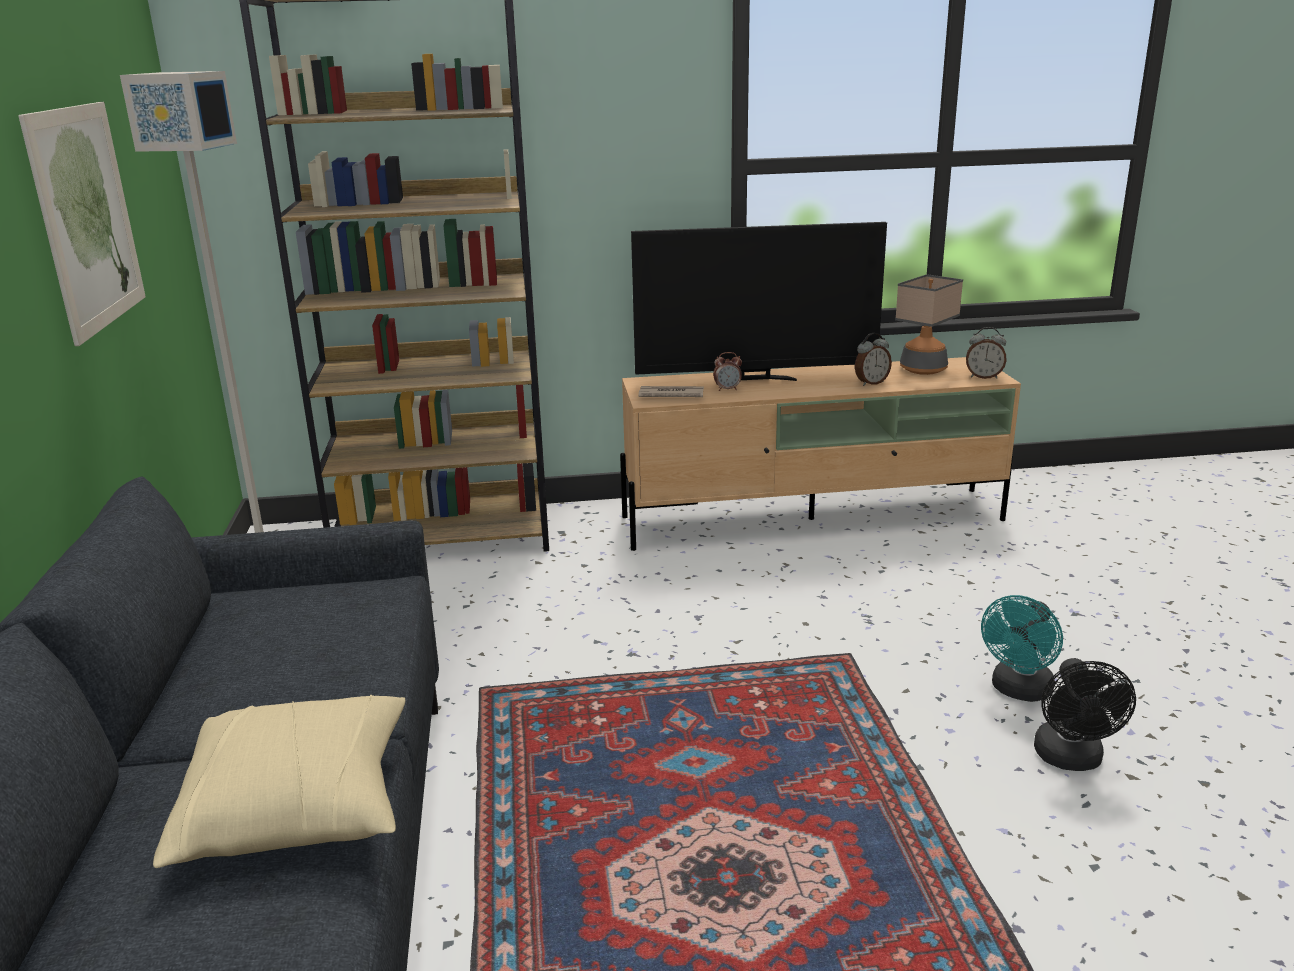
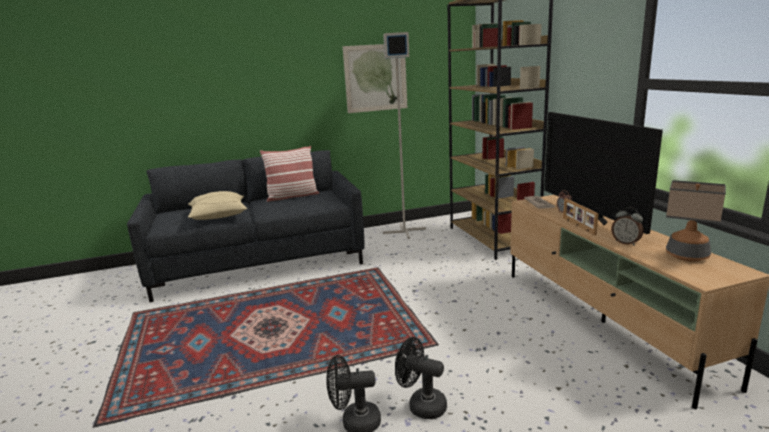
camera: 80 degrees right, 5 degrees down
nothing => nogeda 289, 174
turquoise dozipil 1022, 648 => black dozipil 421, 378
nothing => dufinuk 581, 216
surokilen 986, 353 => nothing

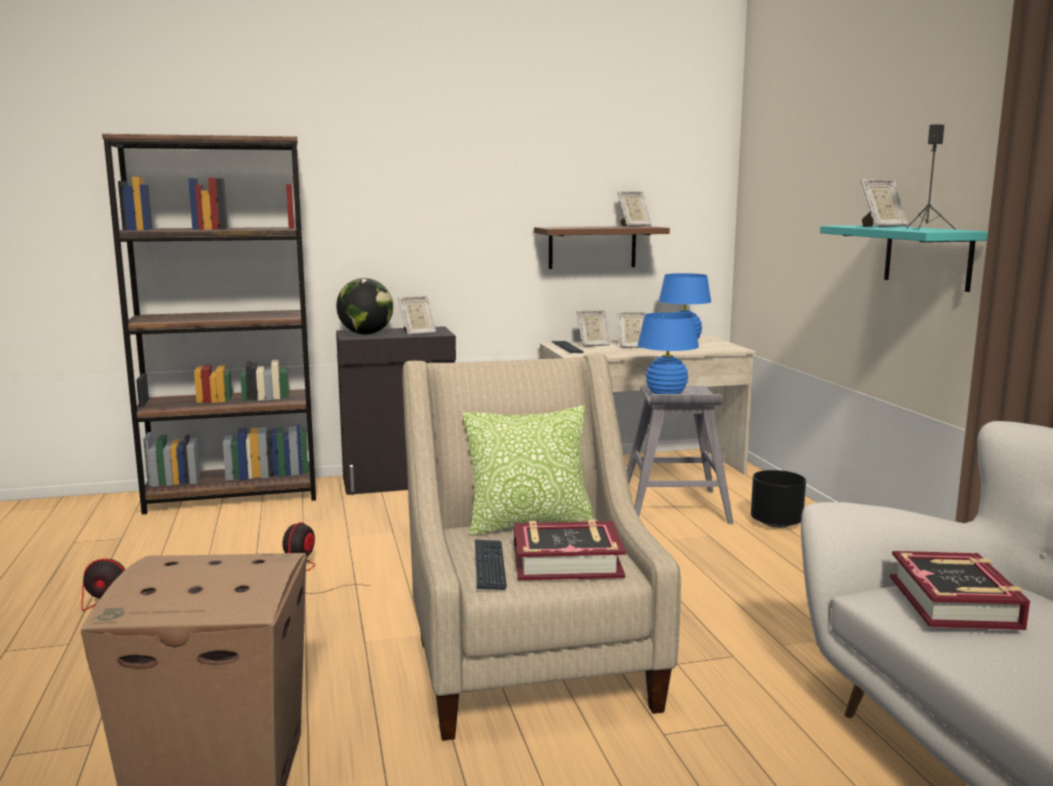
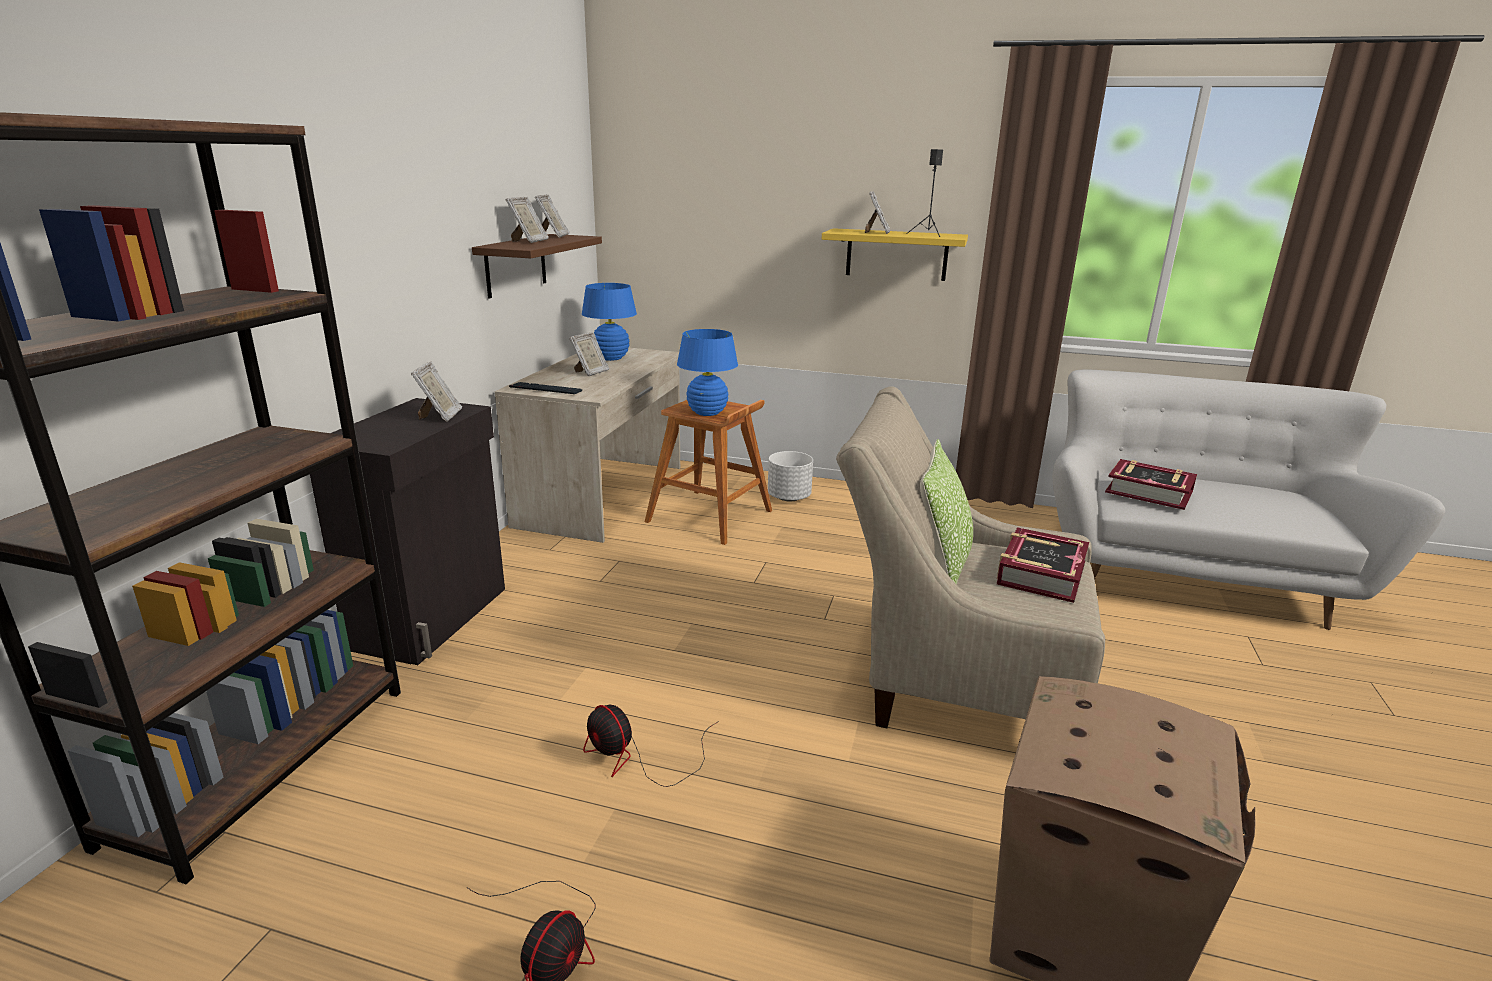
camera: 60 degrees left, 10 degrees up
dufinuk 593, 328 => dufinuk 527, 220, shifted
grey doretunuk 680, 455 => brown doretunuk 708, 472
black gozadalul 778, 499 => white gozadalul 790, 476
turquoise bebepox 904, 258 => yellow bebepox 895, 254
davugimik 364, 306 => nothing
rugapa 491, 564 => nothing

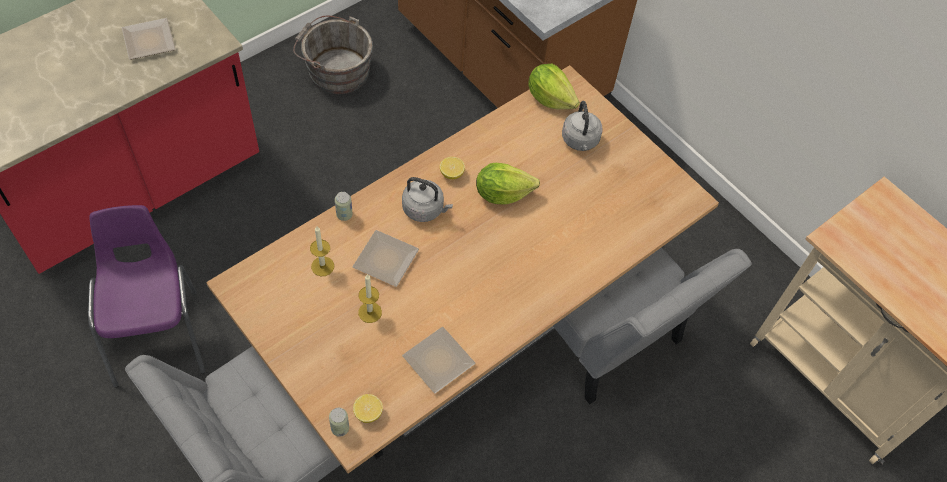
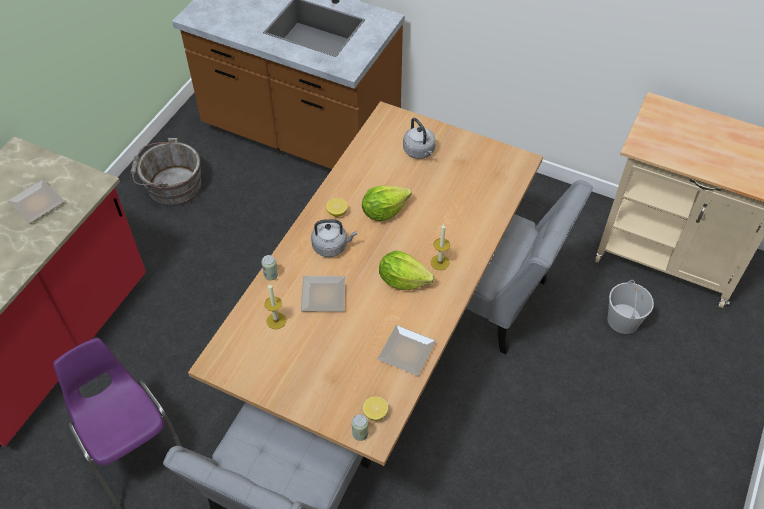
camera: 20 degrees left, 5 degrees down
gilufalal 554, 86 => gilufalal 407, 270, shifted
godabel 370, 298 => godabel 440, 247, shifted
nothing => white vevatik 630, 307

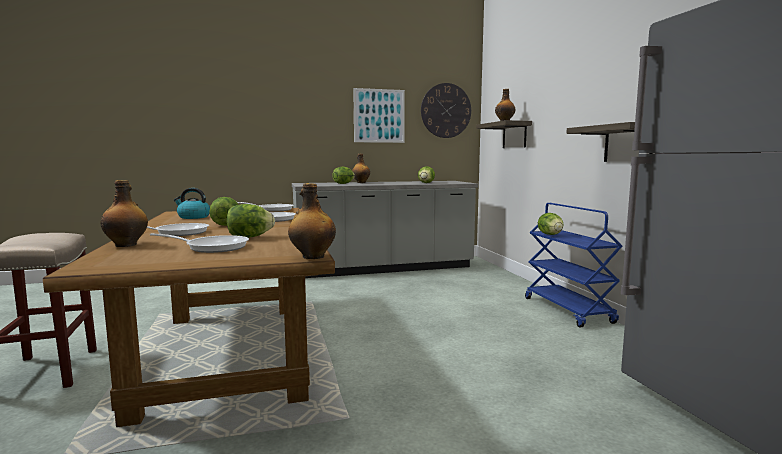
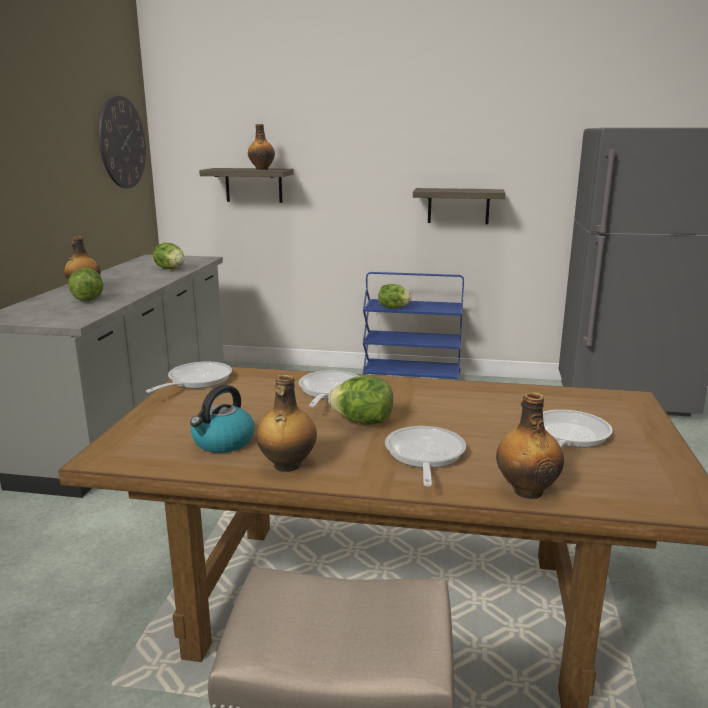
camera: 65 degrees left, 10 degrees up
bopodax 312, 221 => bopodax 286, 423, shifted
gilufalal 251, 221 => nothing
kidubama 379, 115 => nothing

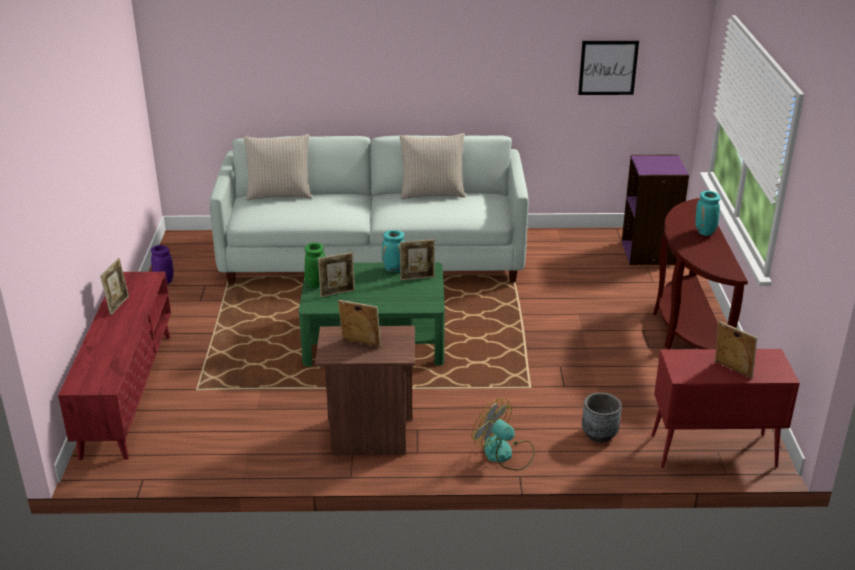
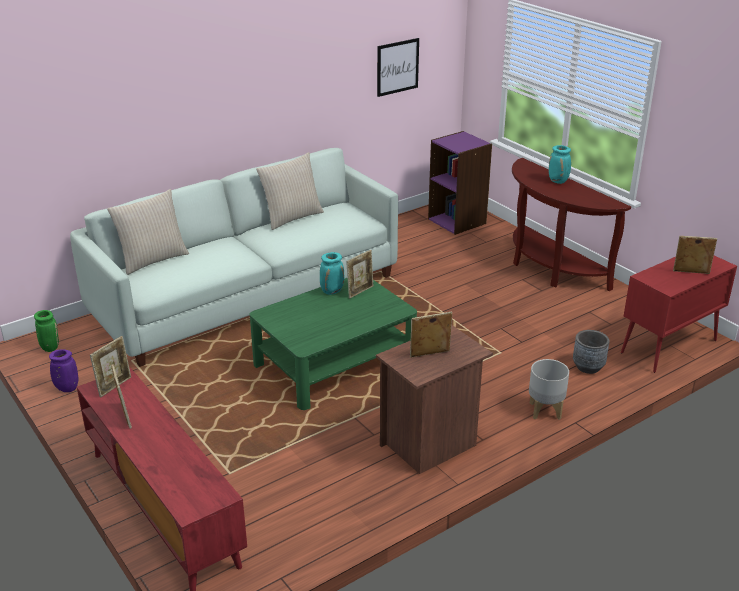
camera: 35 degrees left, 0 degrees up
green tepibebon 315, 265 => green tepibebon 46, 331, shifted
dufinuk 336, 274 => dufinuk 110, 366, shifted
dozipil 503, 434 => grey gozadalul 549, 389

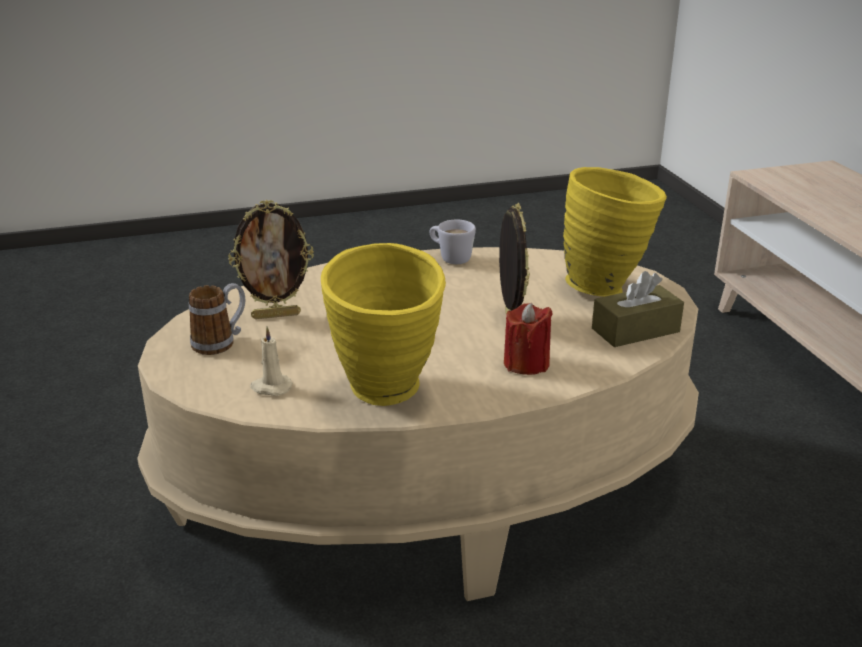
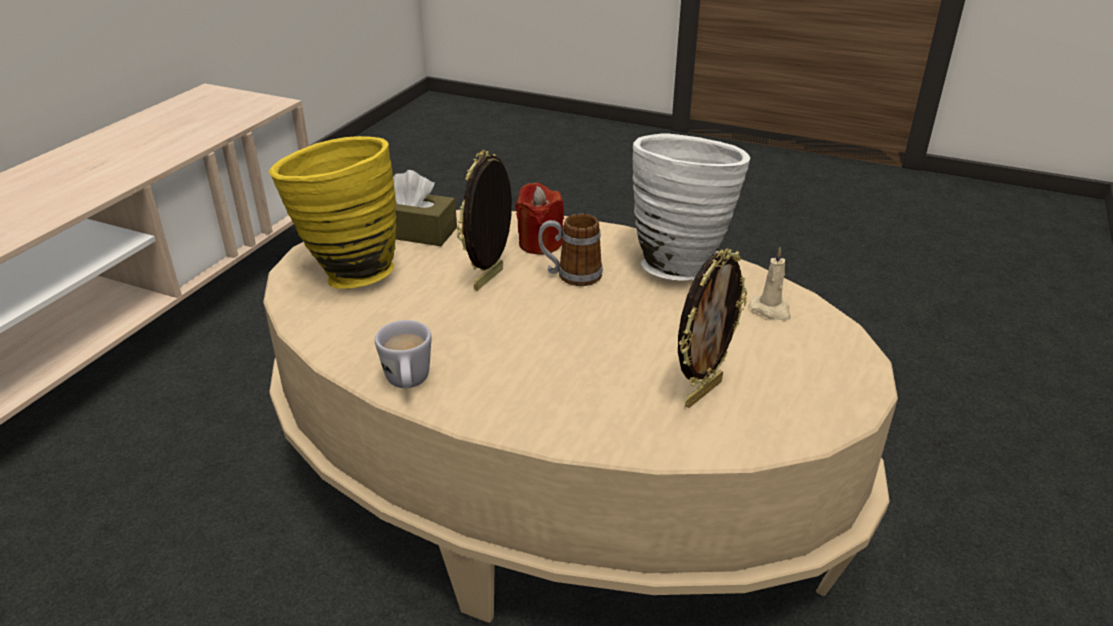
camera: 140 degrees left, 5 degrees up
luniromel 217, 319 => luniromel 570, 249, shifted
yellow tepibebon 383, 324 => white tepibebon 691, 207
dufinuk 271, 259 => dufinuk 712, 328, 105 degrees clockwise

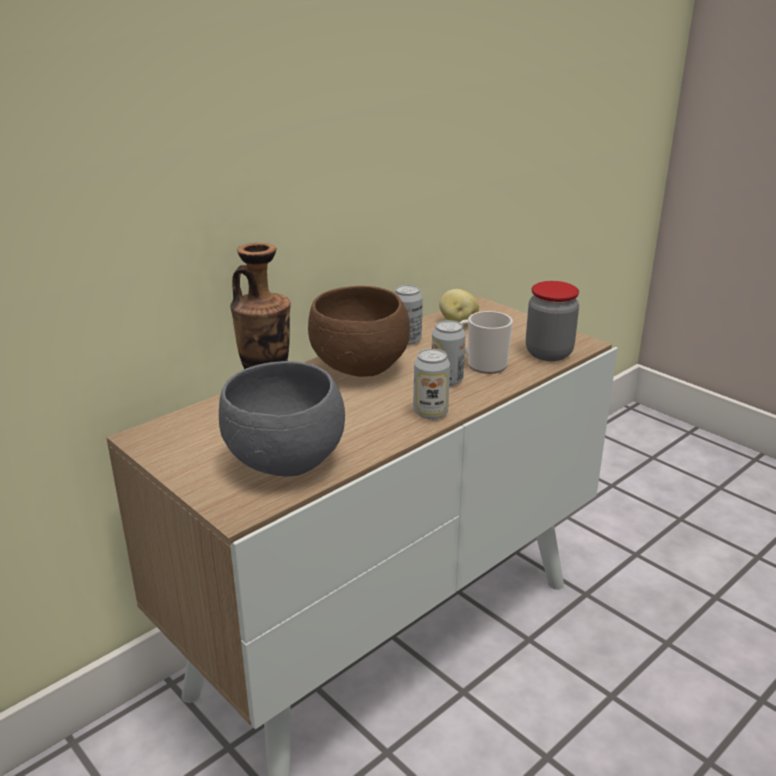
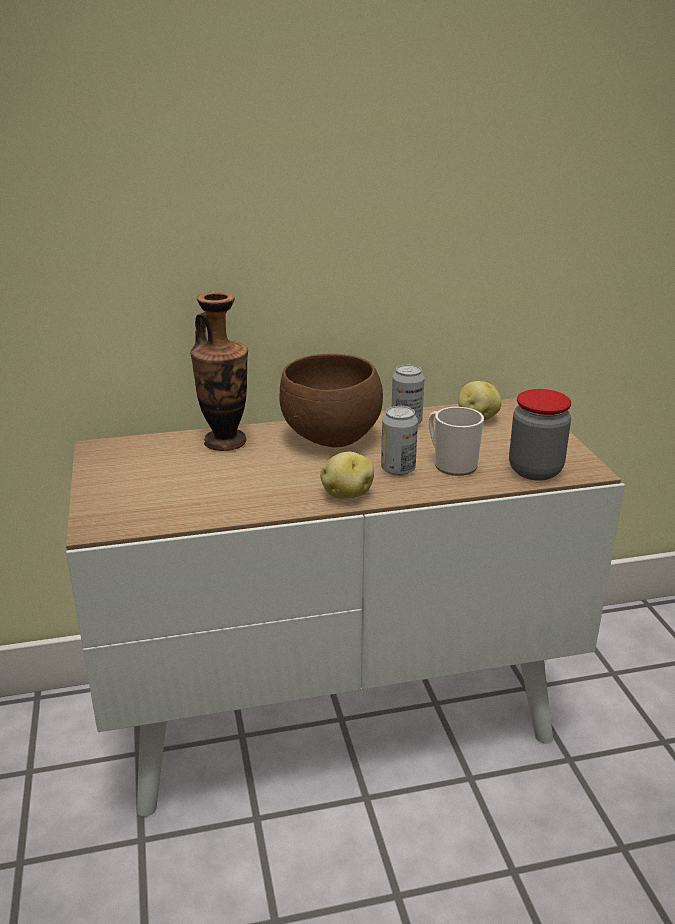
camera: 30 degrees right, 0 degrees up
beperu 431, 384 => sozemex 347, 475
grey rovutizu 282, 419 => nothing

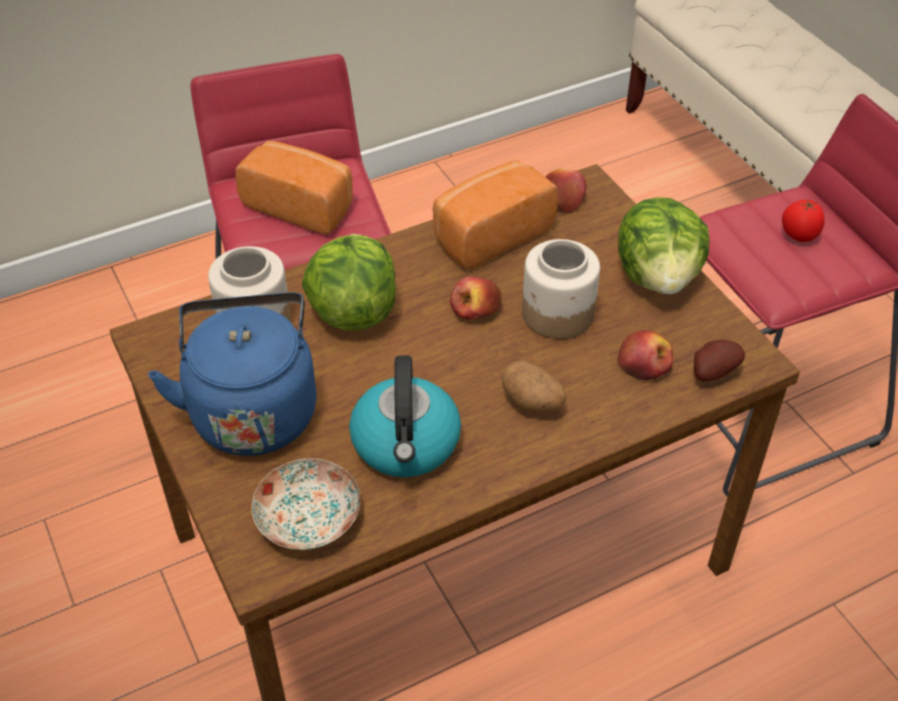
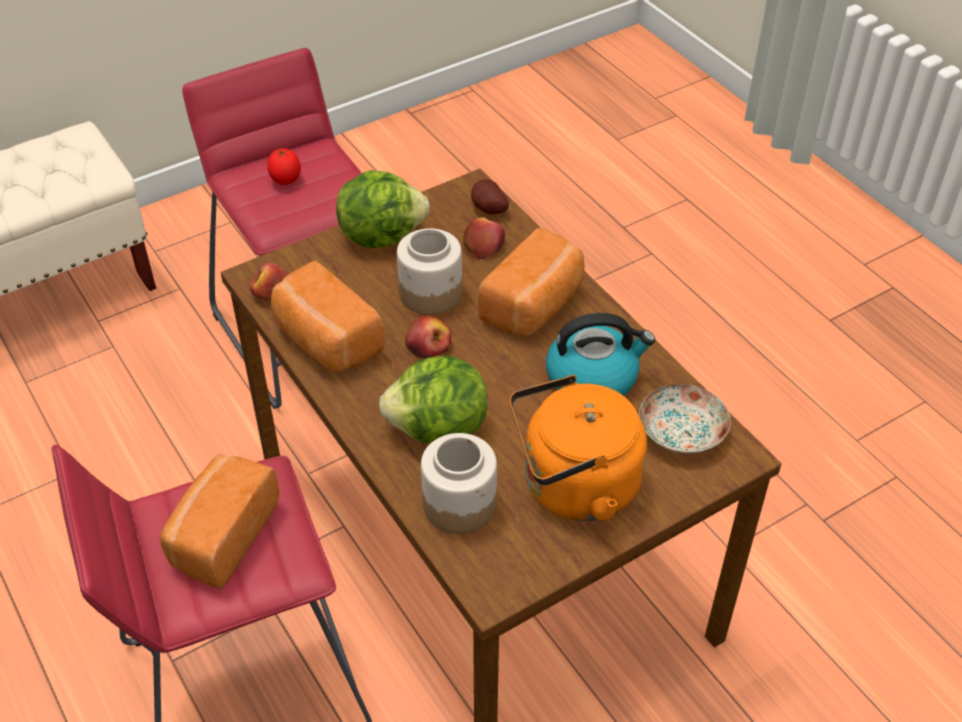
camera: 95 degrees left, 0 degrees up
sozemex 534, 386 => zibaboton 531, 282
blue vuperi 232, 374 => orange vuperi 578, 448

